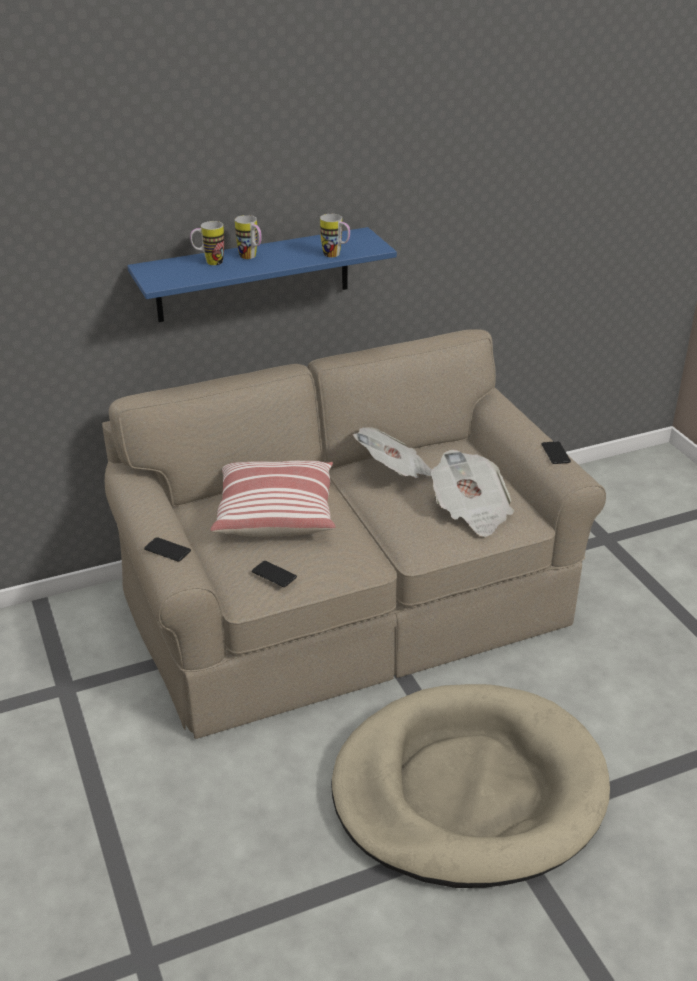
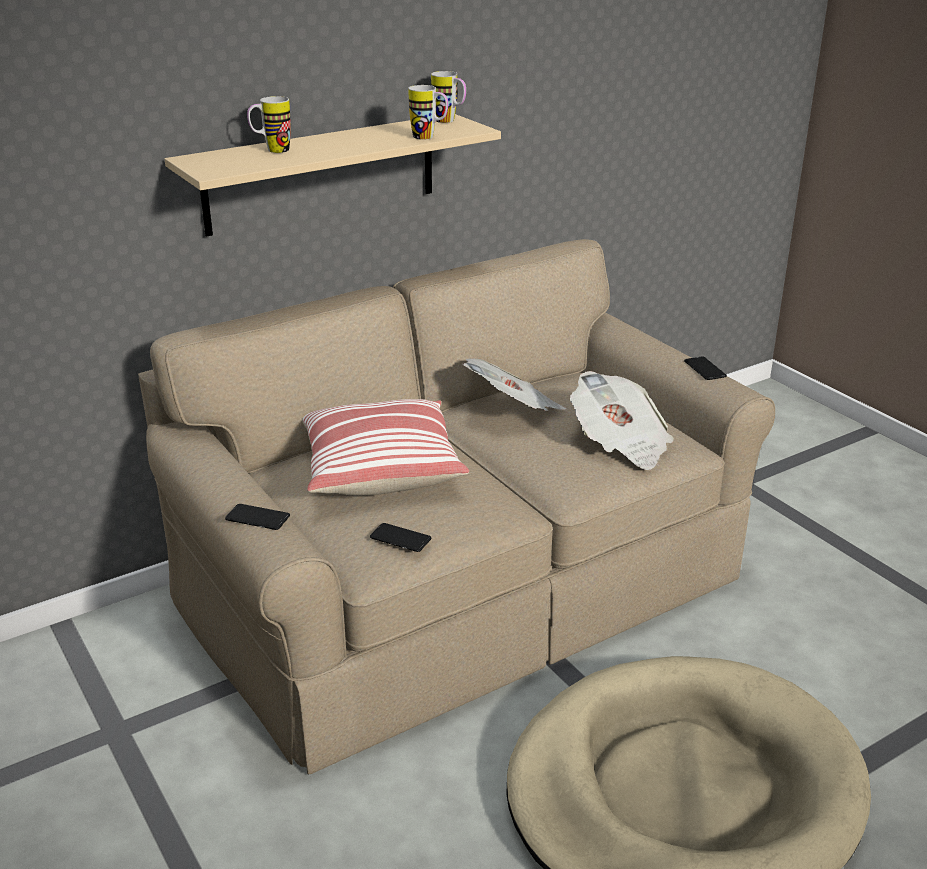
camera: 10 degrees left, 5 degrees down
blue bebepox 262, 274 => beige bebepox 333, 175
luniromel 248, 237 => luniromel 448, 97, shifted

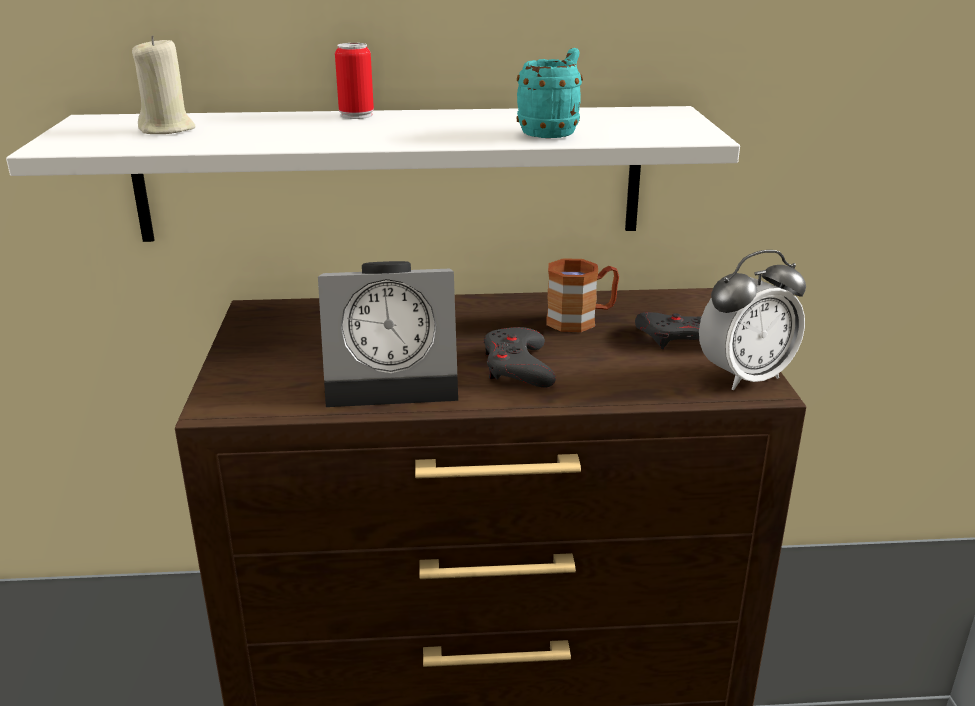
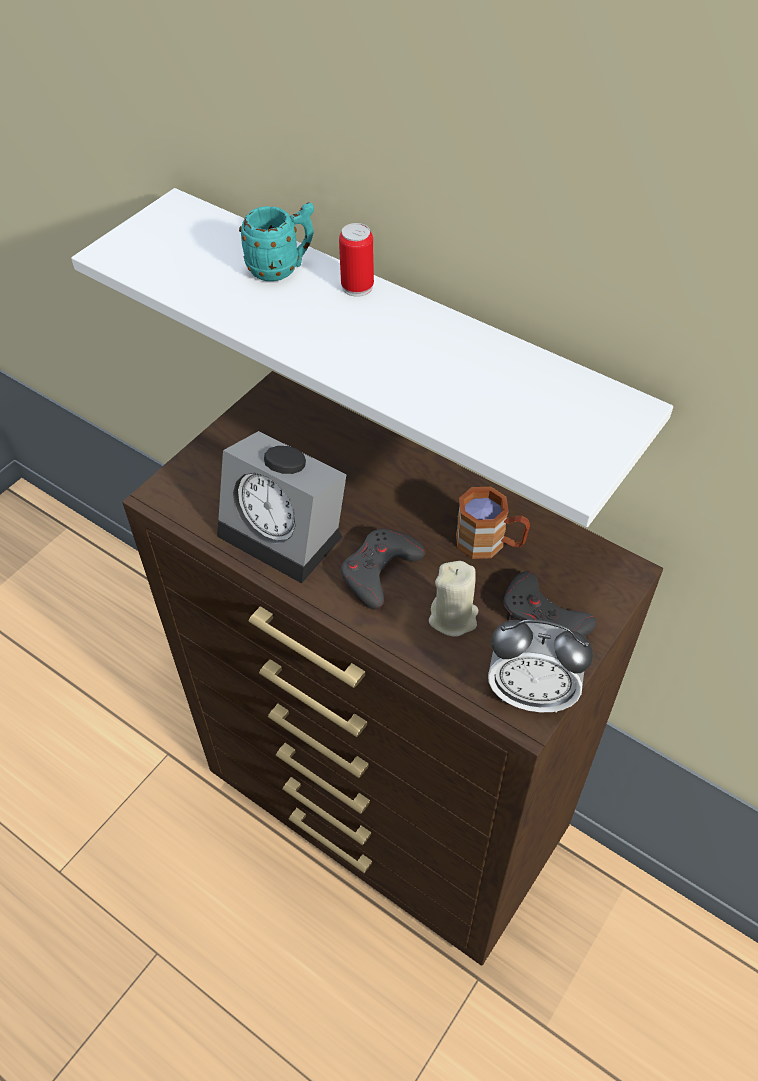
camera: 40 degrees right, 25 degrees up
turquoise luniromel 549, 93 => turquoise luniromel 276, 242, shifted
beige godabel 163, 85 => beige godabel 453, 598, shifted

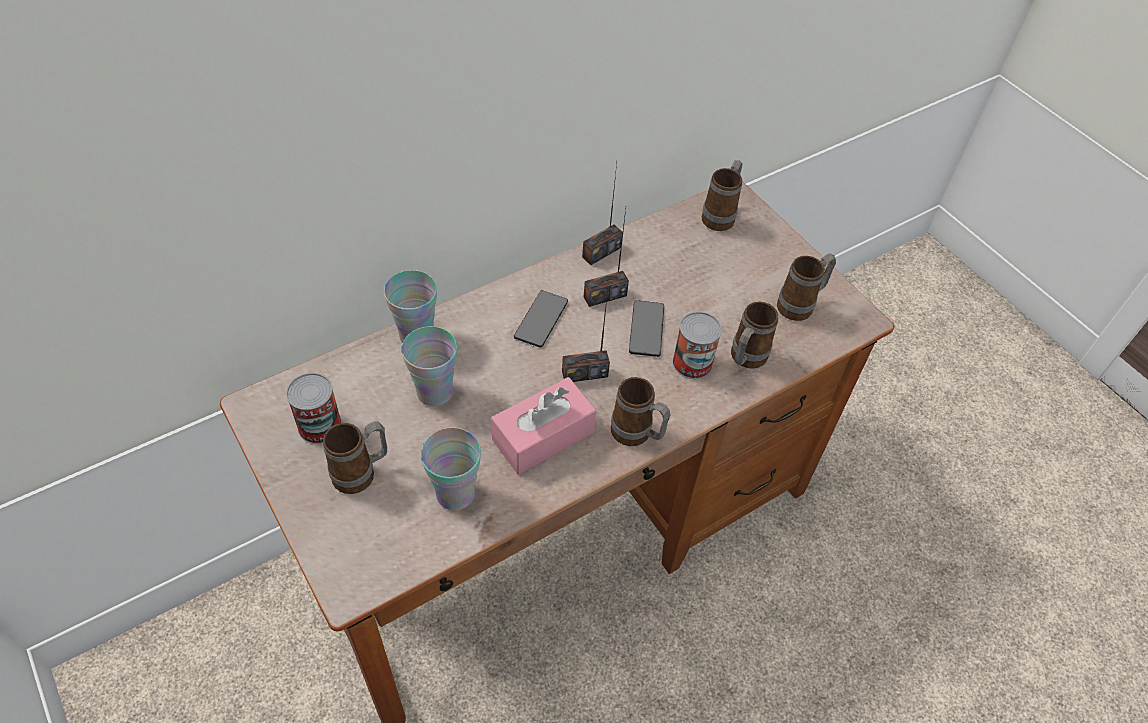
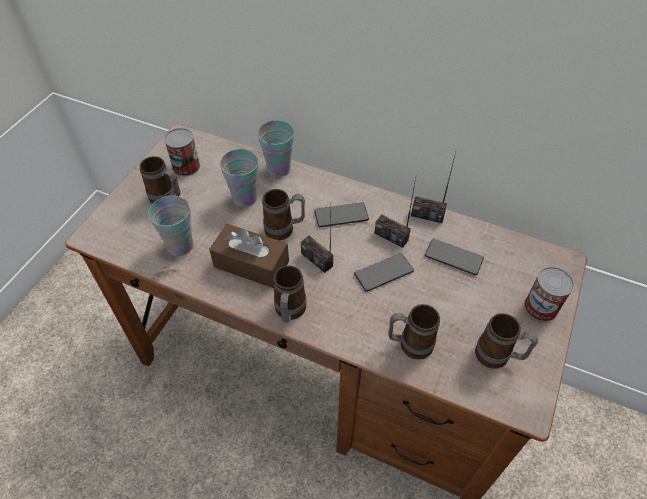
camera: 60 degrees right, 0 degrees up
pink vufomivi 543, 425 => brown vufomivi 249, 256
luniromel 722, 195 => luniromel 283, 214, shifted
nothing => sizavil 454, 257
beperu 697, 345 => beperu 549, 294, shifted

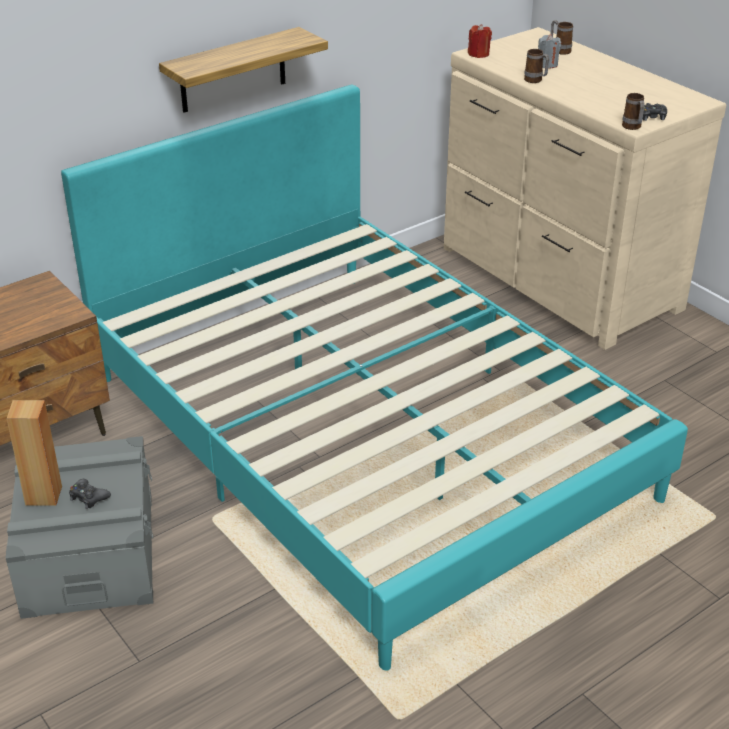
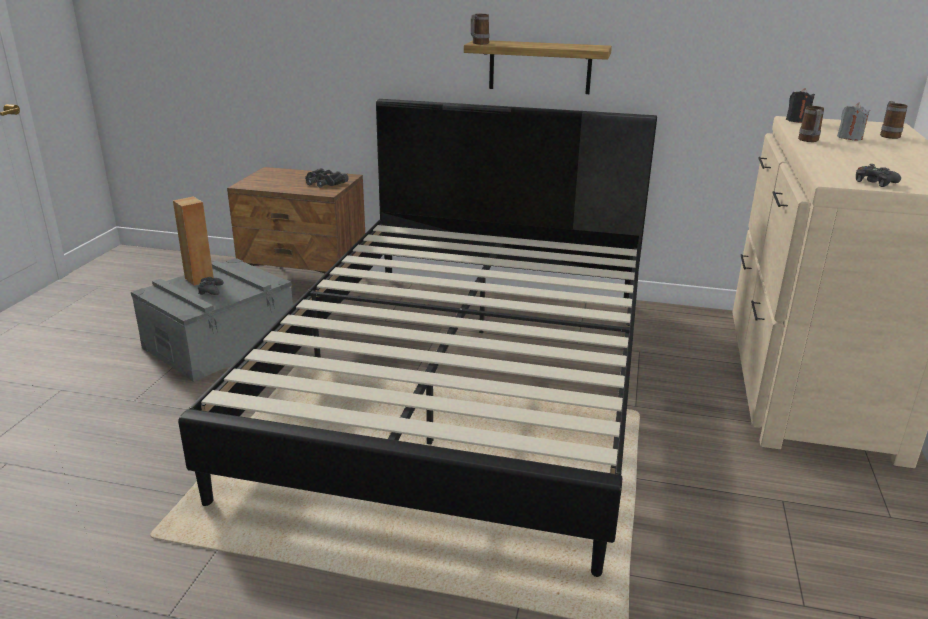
camera: 50 degrees right, 10 degrees down
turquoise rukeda 374, 378 => black rukeda 417, 338
nothing => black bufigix 327, 178
luniromel 633, 111 => luniromel 480, 29, shifted
red godabel 480, 41 => black godabel 800, 105

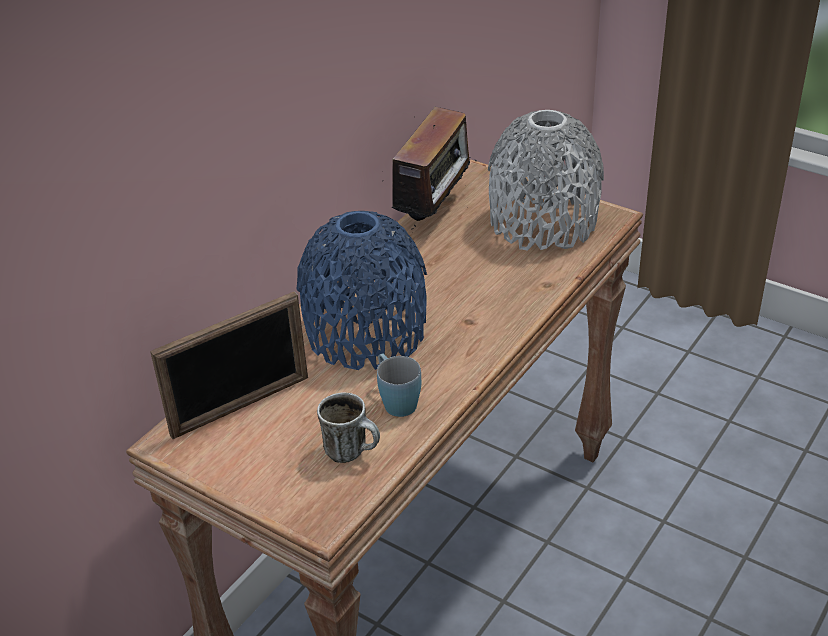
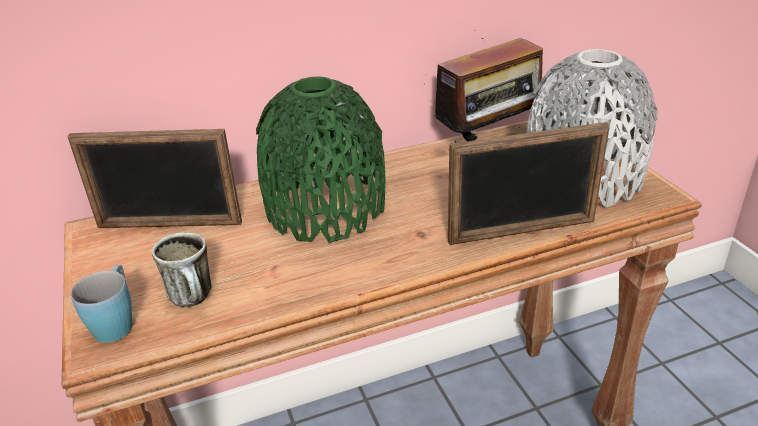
camera: 35 degrees right, 5 degrees down
blue luniromel 399, 385 => blue luniromel 101, 304, shifted
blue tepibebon 362, 290 => green tepibebon 321, 159
nothing => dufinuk 529, 183

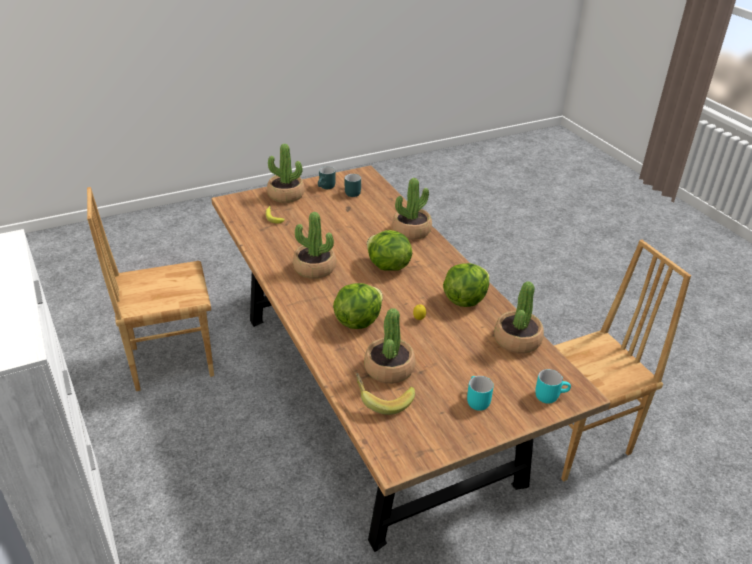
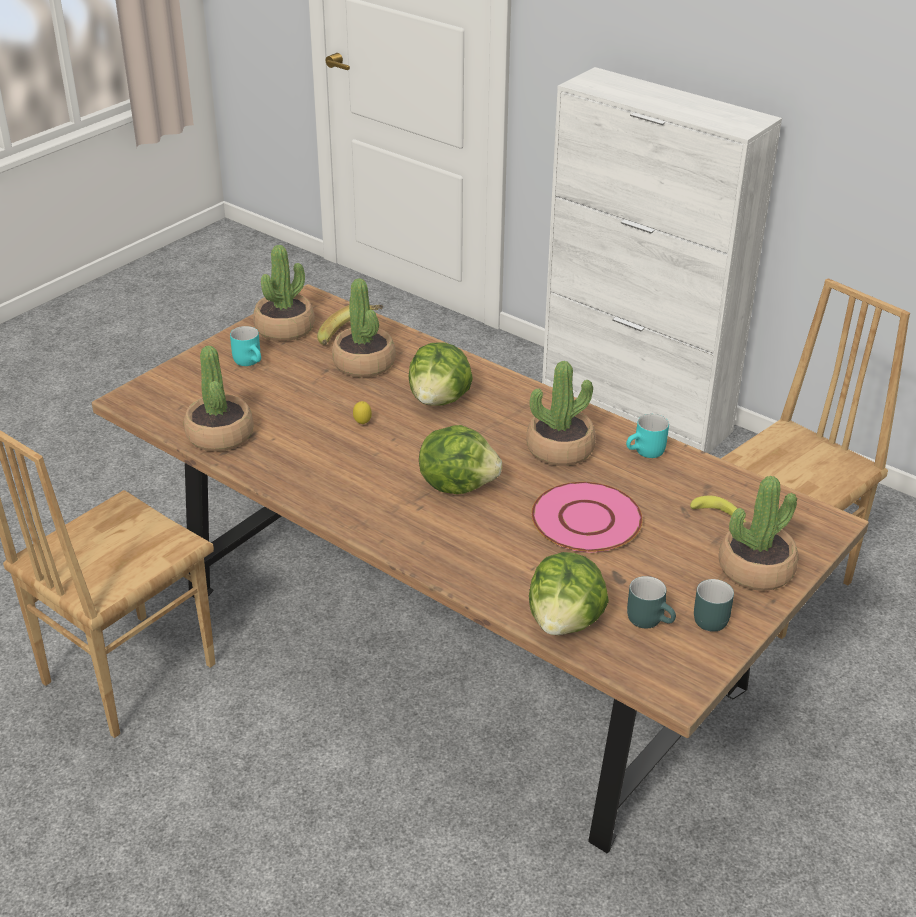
camera: 155 degrees right, 0 degrees up
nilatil 412, 209 => nilatil 284, 293, shifted
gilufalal 466, 285 => gilufalal 569, 593, shifted
nothing => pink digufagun 587, 517
turquoise luniromel 553, 386 => turquoise luniromel 647, 436, shifted

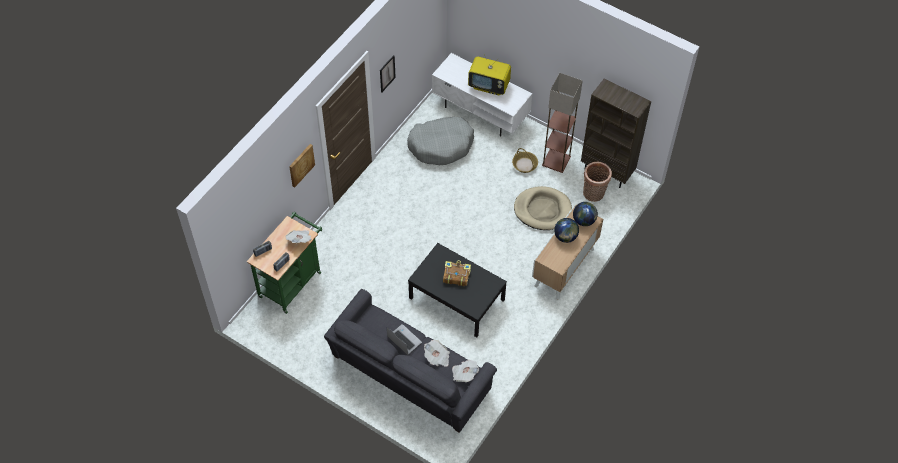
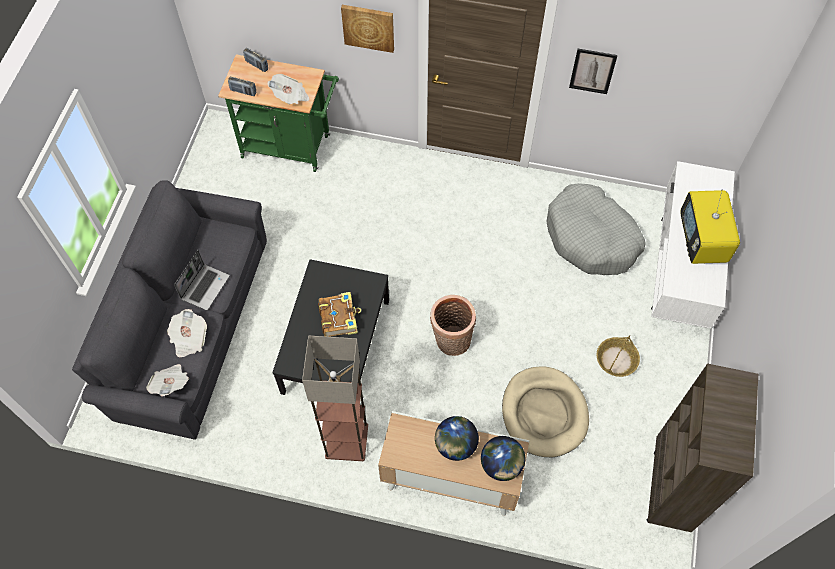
camera: 70 degrees right, 5 degrees up
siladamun 562, 123 => siladamun 335, 398, shifted
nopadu 597, 182 => nopadu 453, 325, shifted

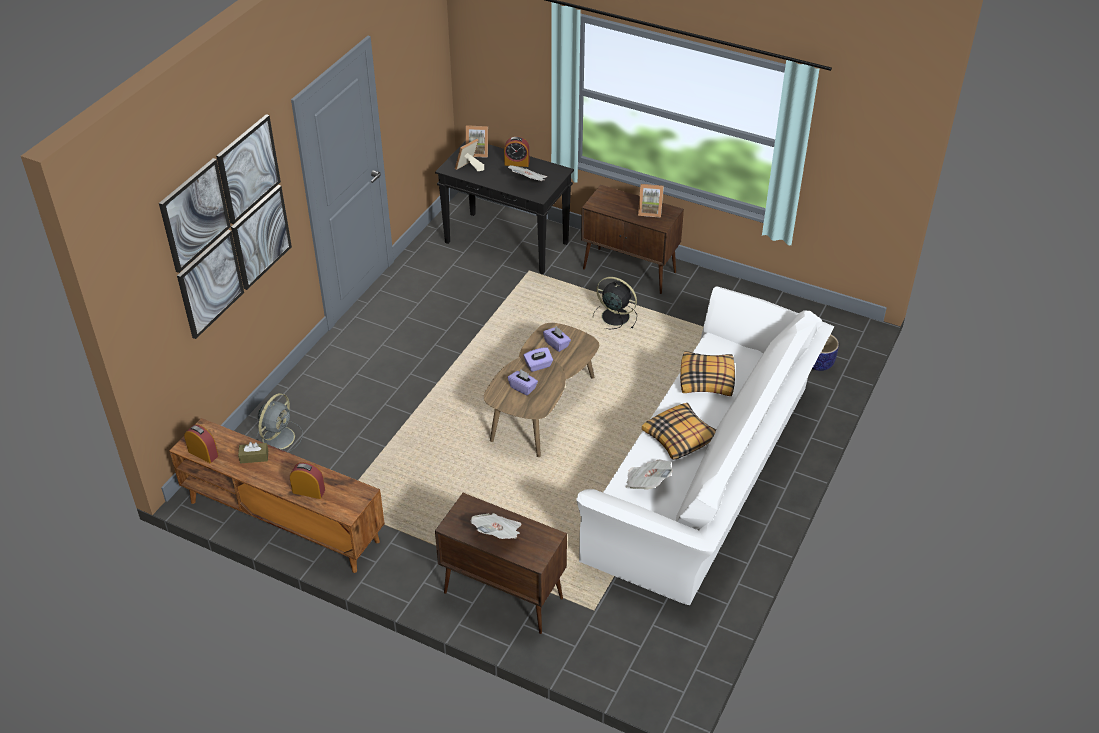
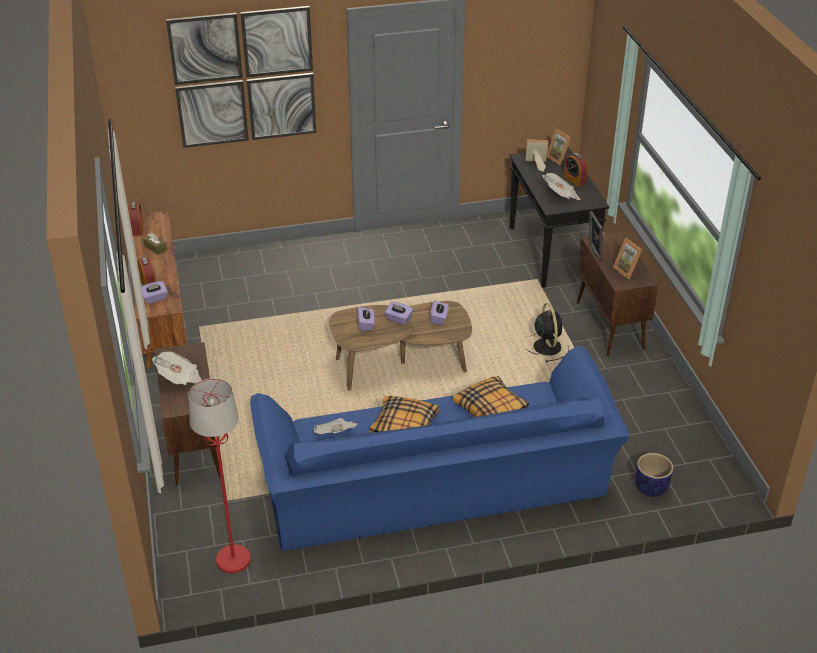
camera: 50 degrees right, 5 degrees down
nothing => purple vufomivi 155, 292
nothing => red siladamun 219, 475
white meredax 705, 445 => blue meredax 439, 448
nothing => dufinuk 595, 236
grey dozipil 280, 423 => nothing

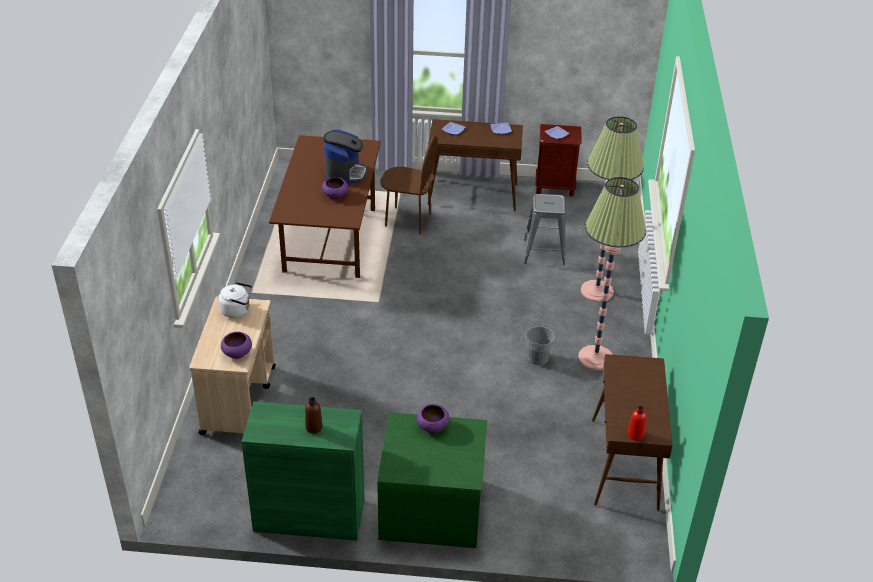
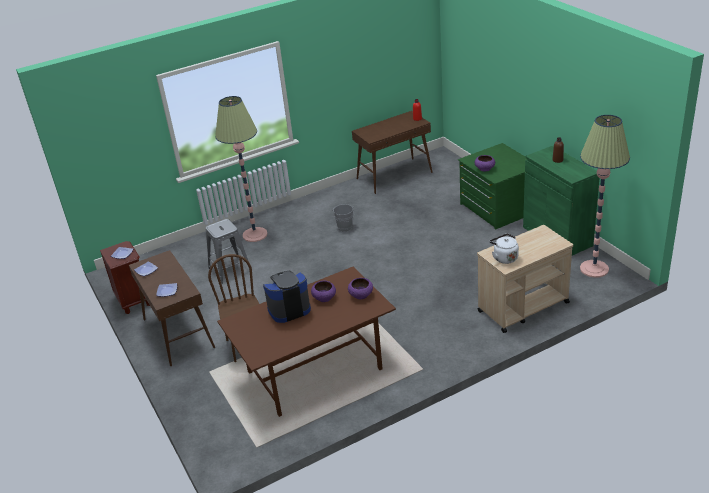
camera: 120 degrees left, 5 degrees down
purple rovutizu 236, 345 => purple rovutizu 360, 288, shifted
siladamun 612, 273 => siladamun 605, 196, shifted

